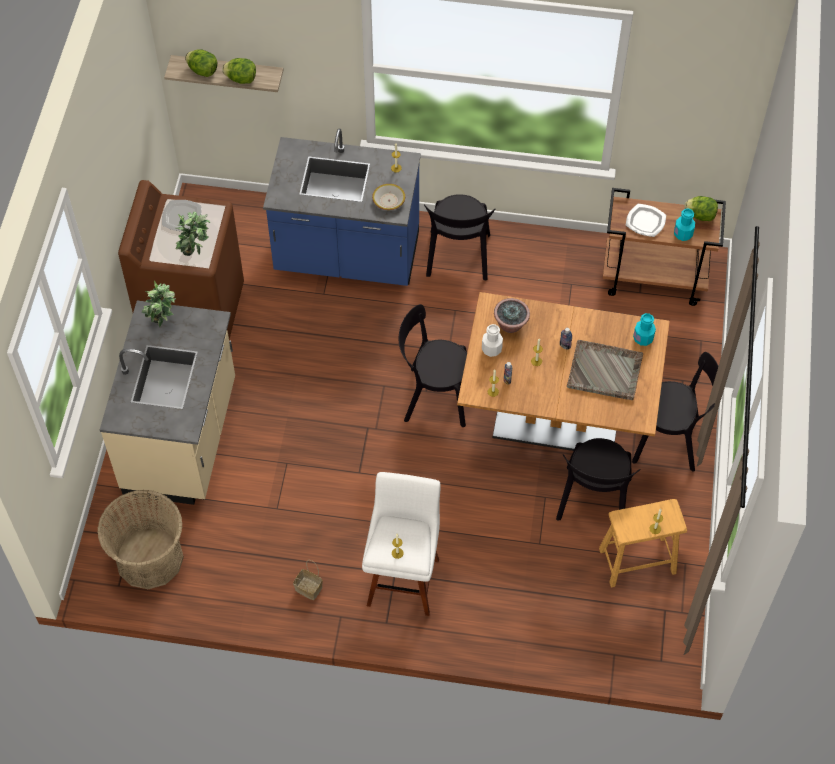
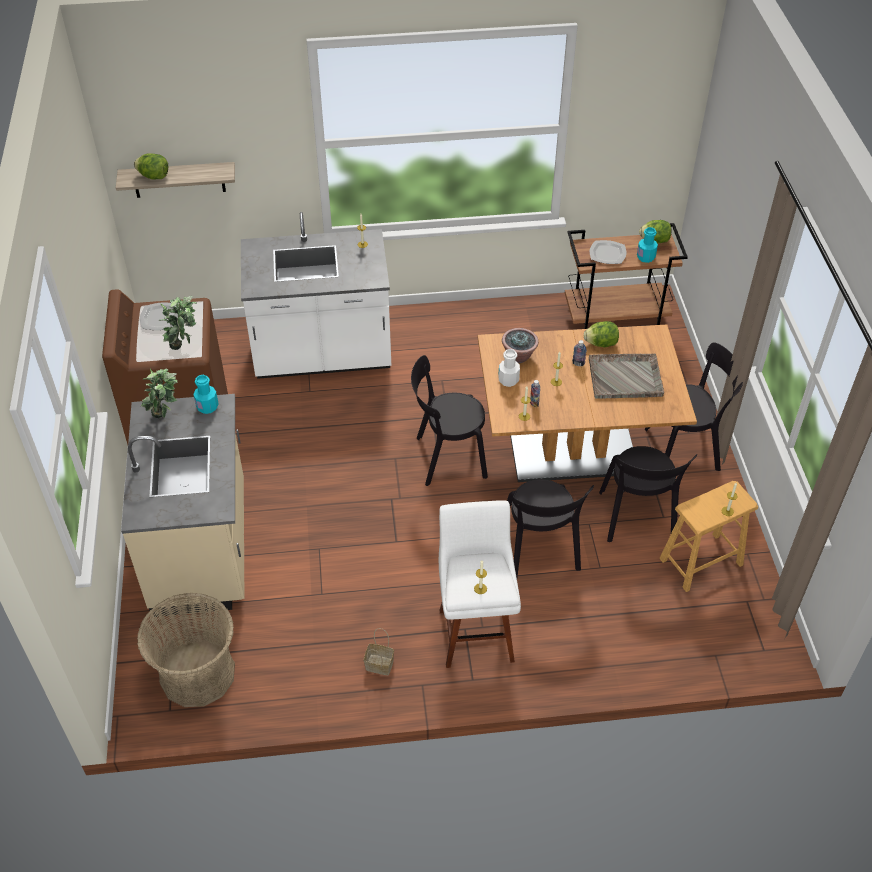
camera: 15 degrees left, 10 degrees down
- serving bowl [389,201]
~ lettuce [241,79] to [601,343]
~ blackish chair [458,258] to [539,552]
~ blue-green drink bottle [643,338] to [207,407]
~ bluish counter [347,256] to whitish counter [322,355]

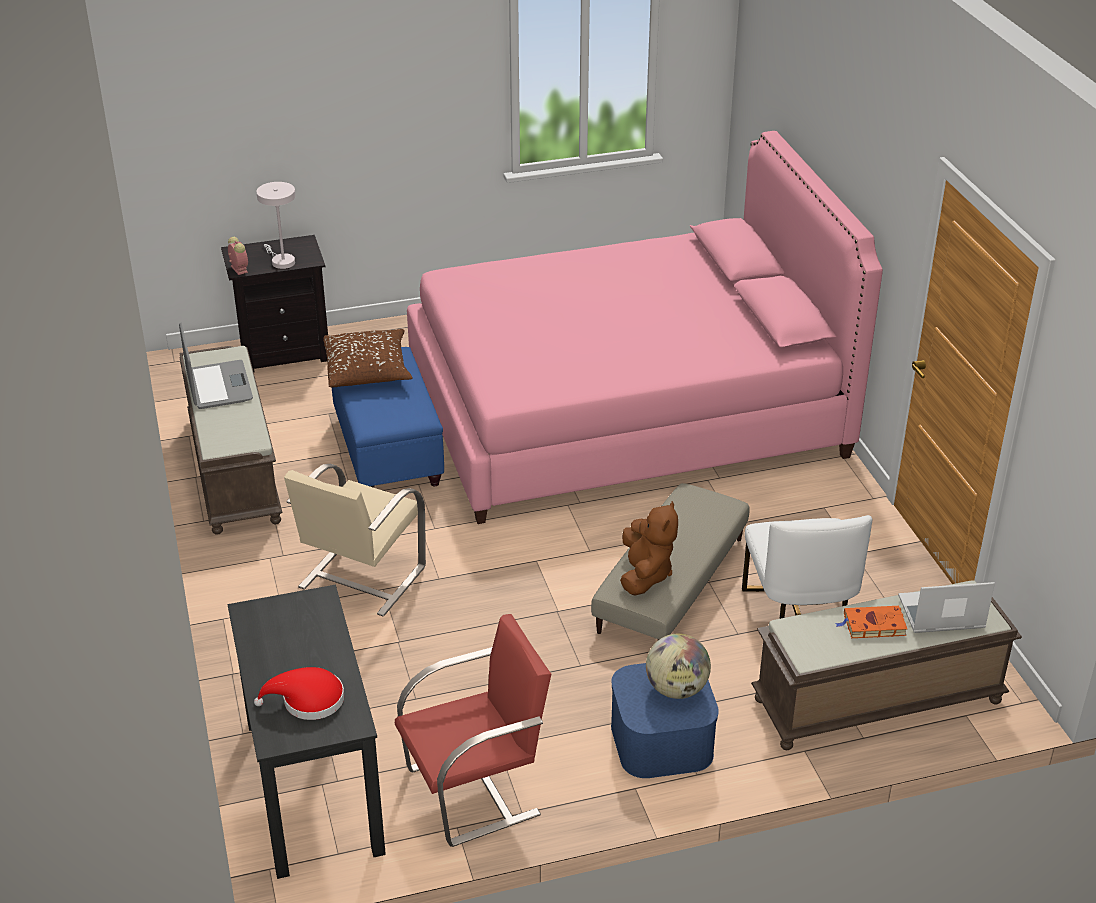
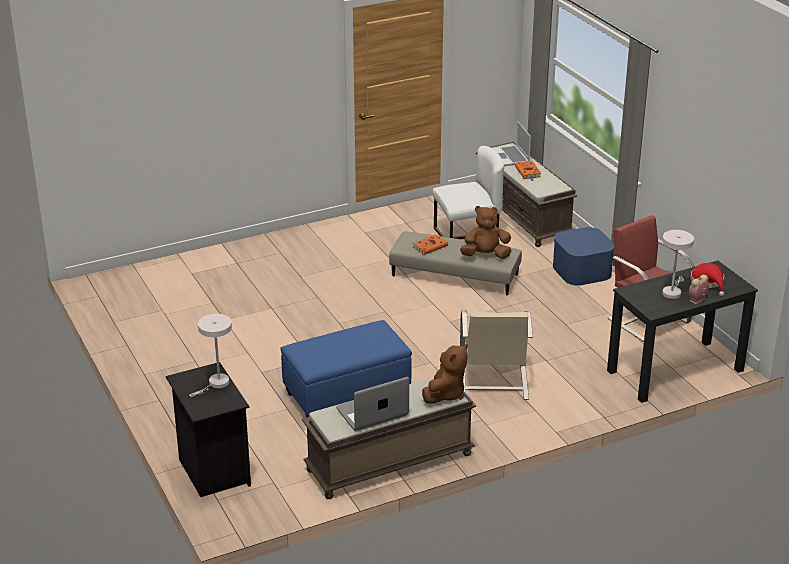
camera: 100 degrees left, 5 degrees down
- brown cushion [368,370]
- pink bedroom bed [625,412]
- world globe [676,689]
+ orangey volume [431,246]
+ brown plush toy [445,394]
+ whitish tabletop lamp [672,292]
~ table clock [238,269] to [697,300]
~ beige-coloured chair [360,578] = [493,383] 75 degrees clockwise

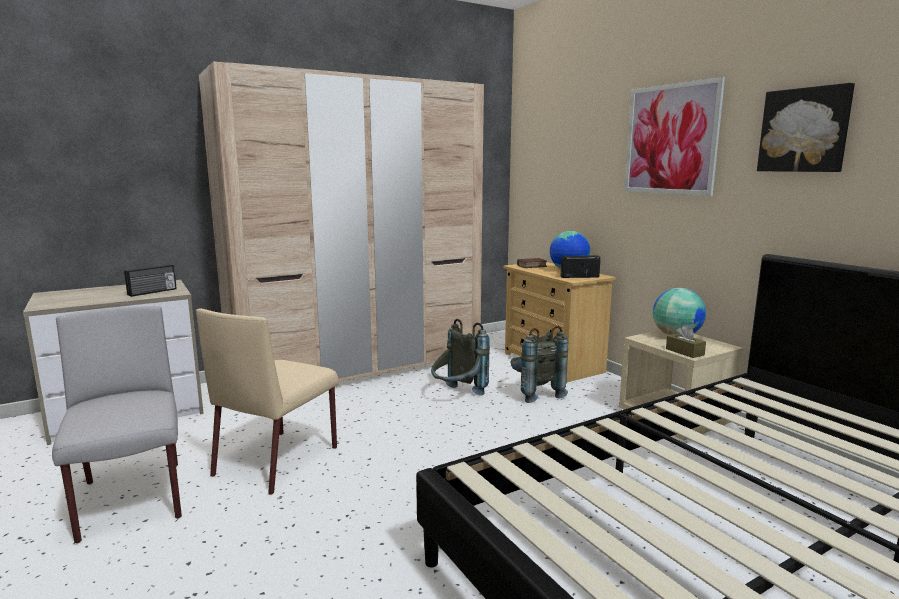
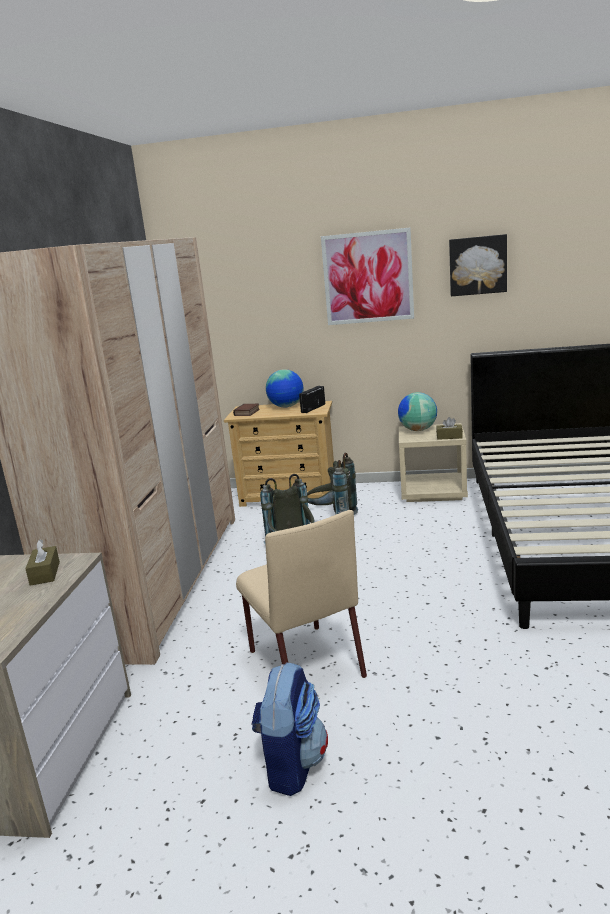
camera: 50 degrees left, 5 degrees up
~ grey chair [132,501] to backpack [291,765]
~ radio receiver [152,292] to brown box of tissues [45,573]

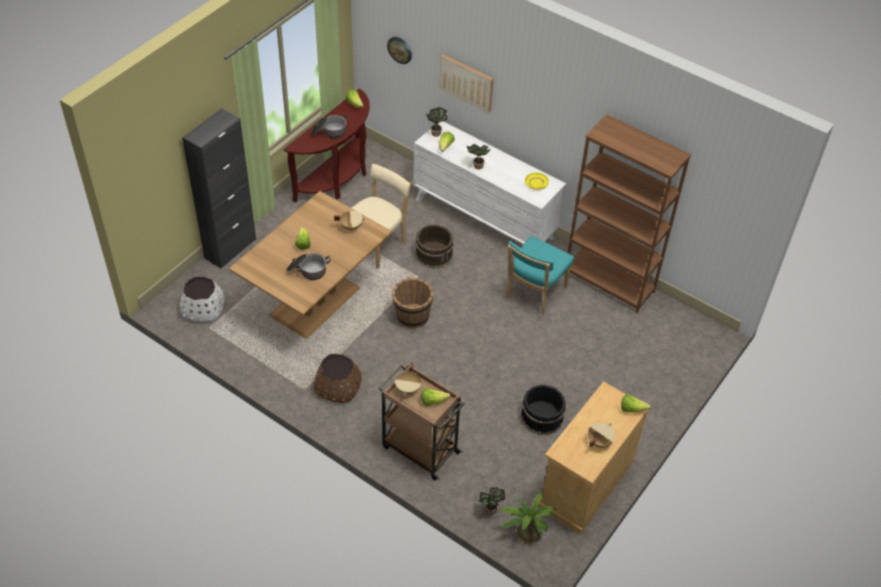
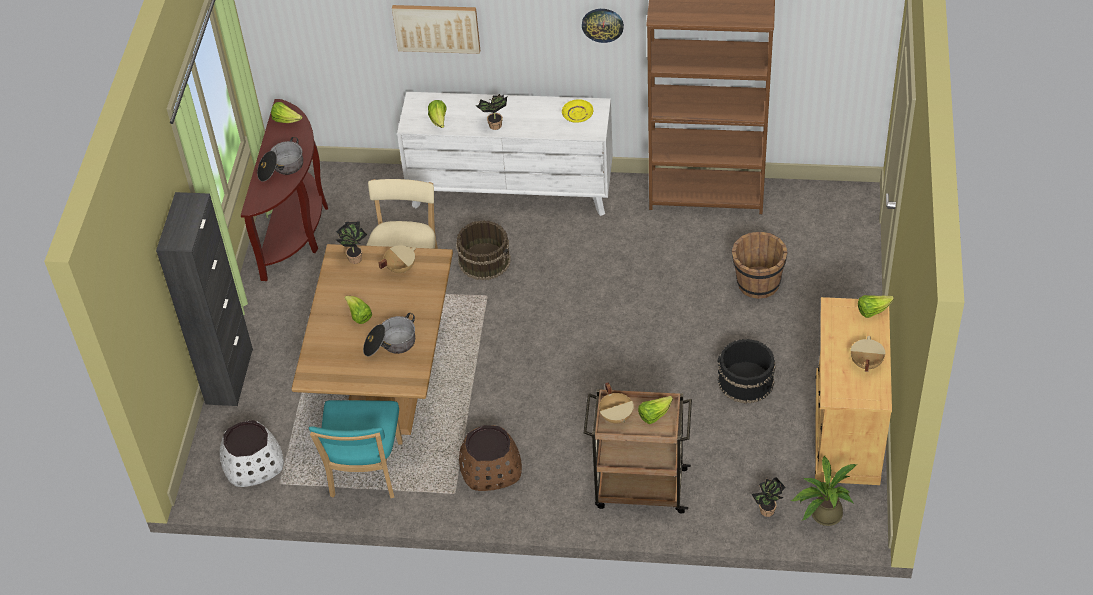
camera: 25 degrees left, 0 degrees up
~ wall clock [400,50] to [602,24]
~ brown pail [412,316] to [757,283]
~ potted plant [436,132] to [354,257]
~ blue-green chair [534,294] to [365,473]

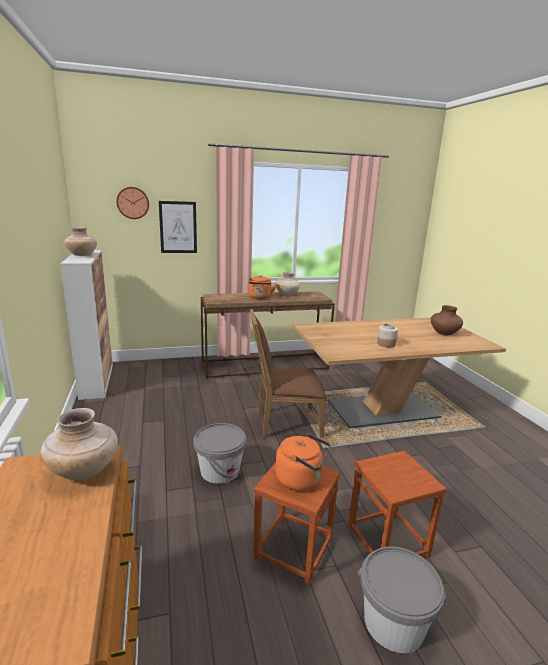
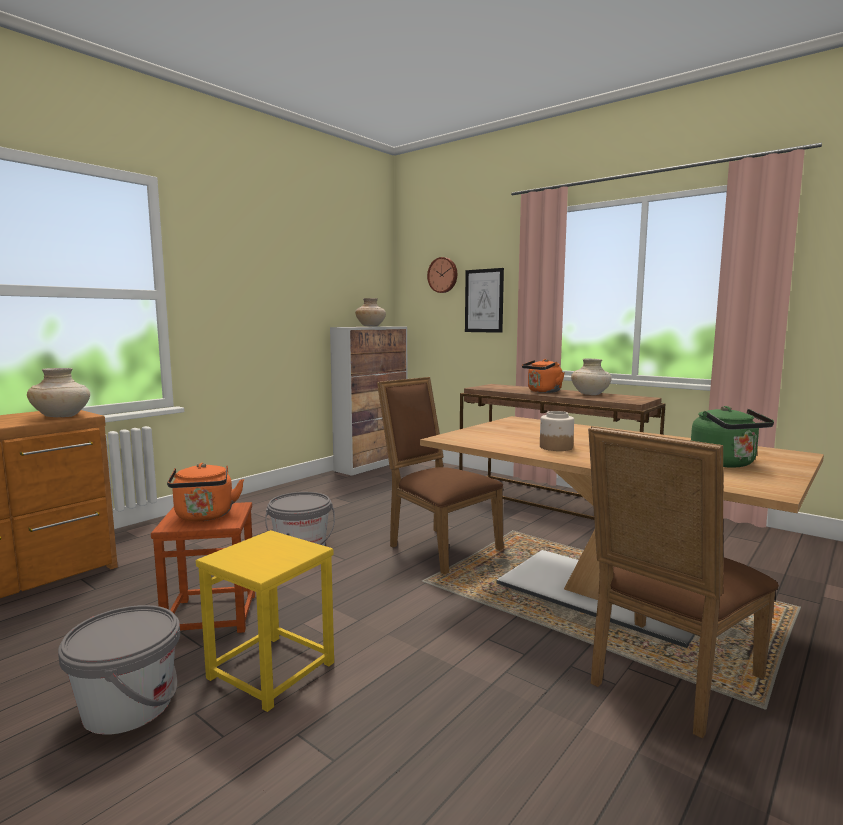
camera: 55 degrees right, 10 degrees down
+ brown chair [667,682]
~ brown vase [444,333] to green-coloured tea kettle [726,464]
~ brown sitting stool [388,541] to yellow-coloured sitting stool [272,671]

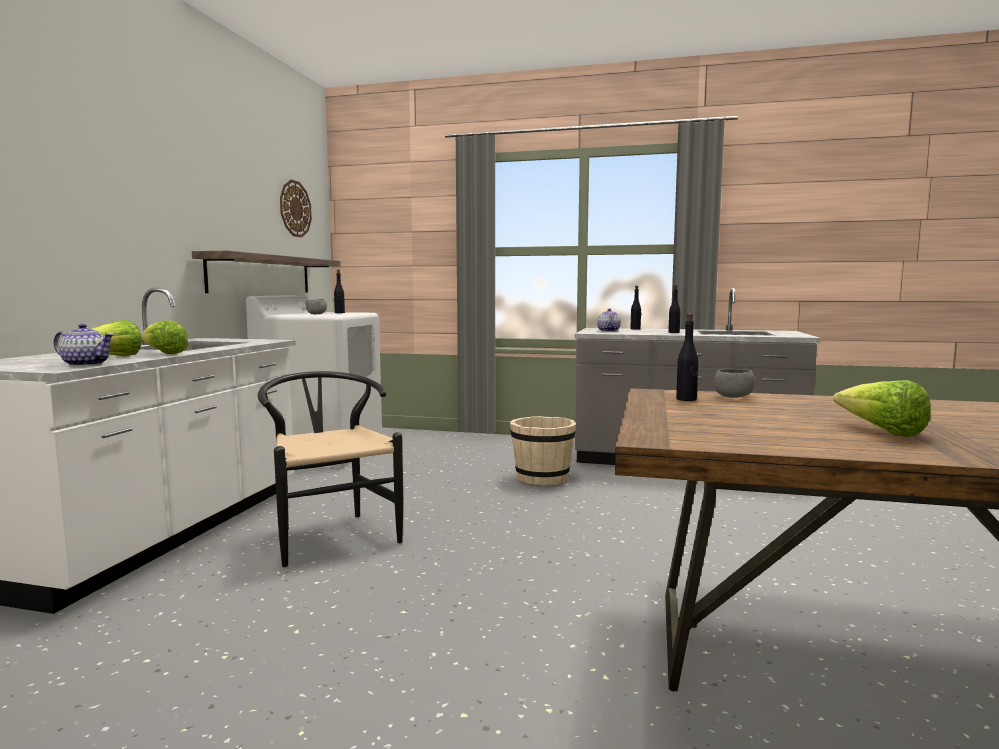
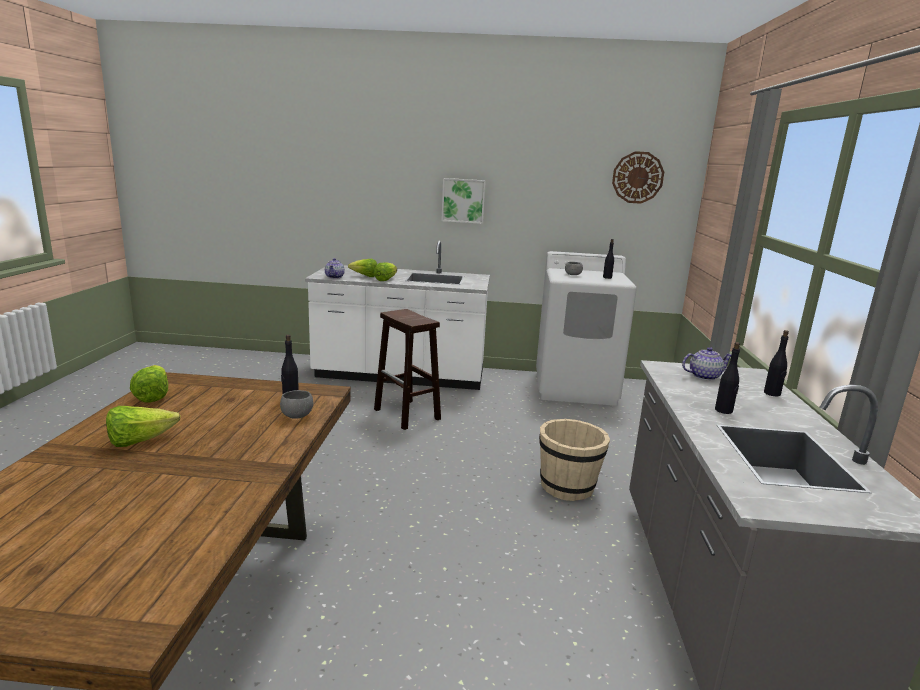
camera: 80 degrees right, 10 degrees up
- wall shelf [261,274]
+ lettuce [153,396]
+ picture [463,200]
~ blackish chair [330,534] to brown sitting stool [408,414]

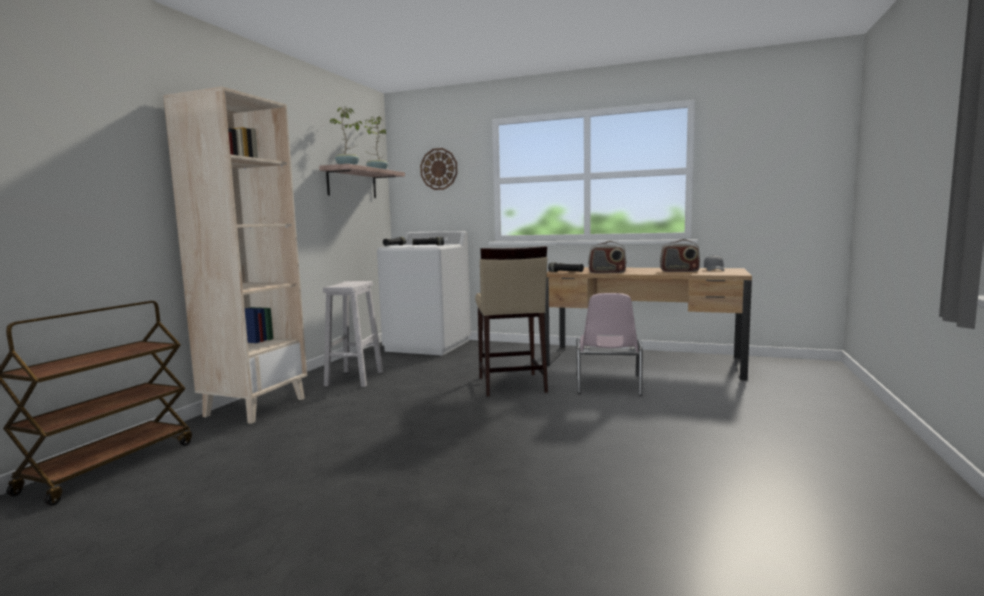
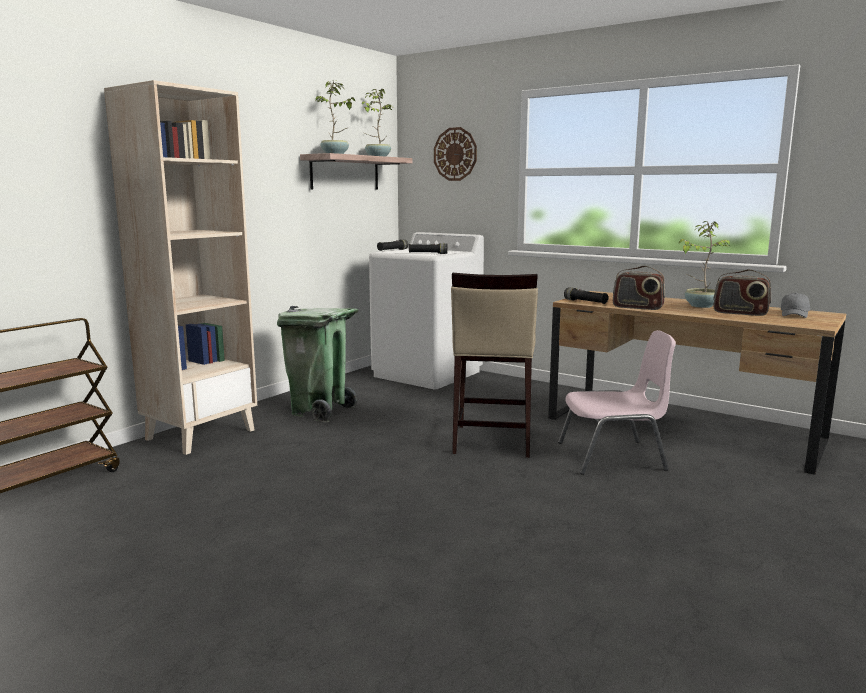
camera: 15 degrees right, 5 degrees up
+ potted plant [700,306]
~ whitish sitting stool [354,379] to green-coloured waste bin [319,411]
~ pink chair [608,385] = [613,457] 120 degrees counterclockwise

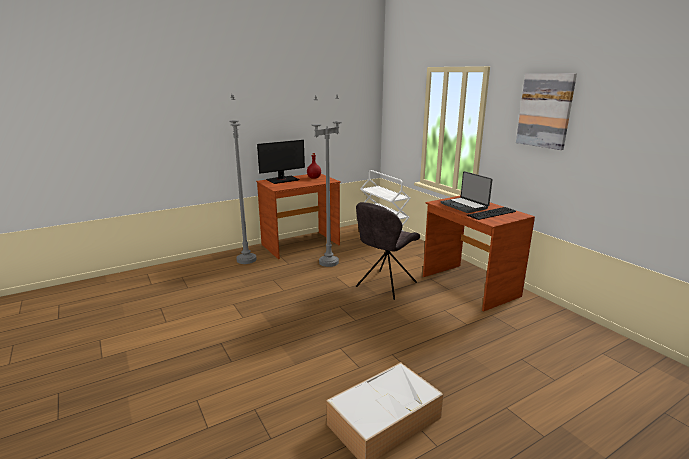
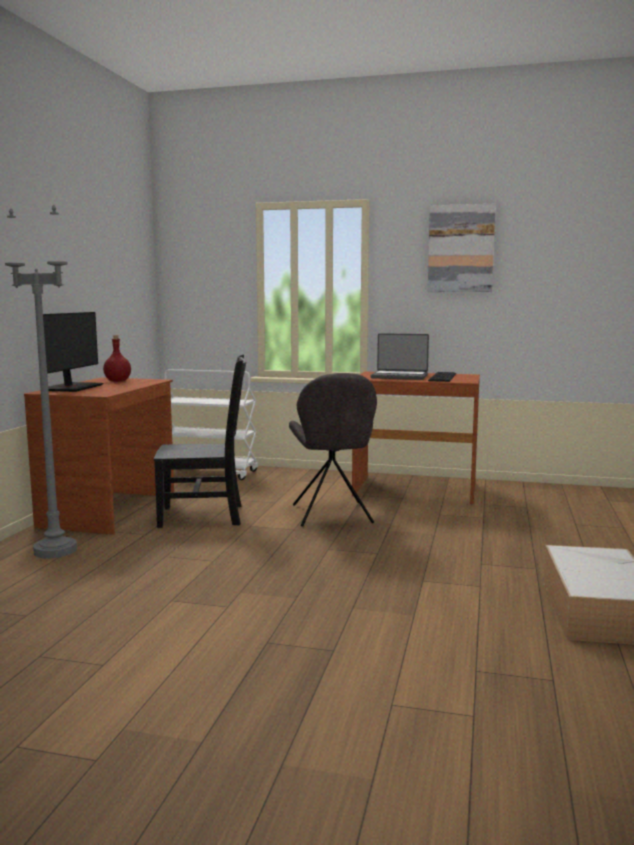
camera: 45 degrees left, 10 degrees down
~ grey standard lamp [328,262] to blackish chair [204,516]

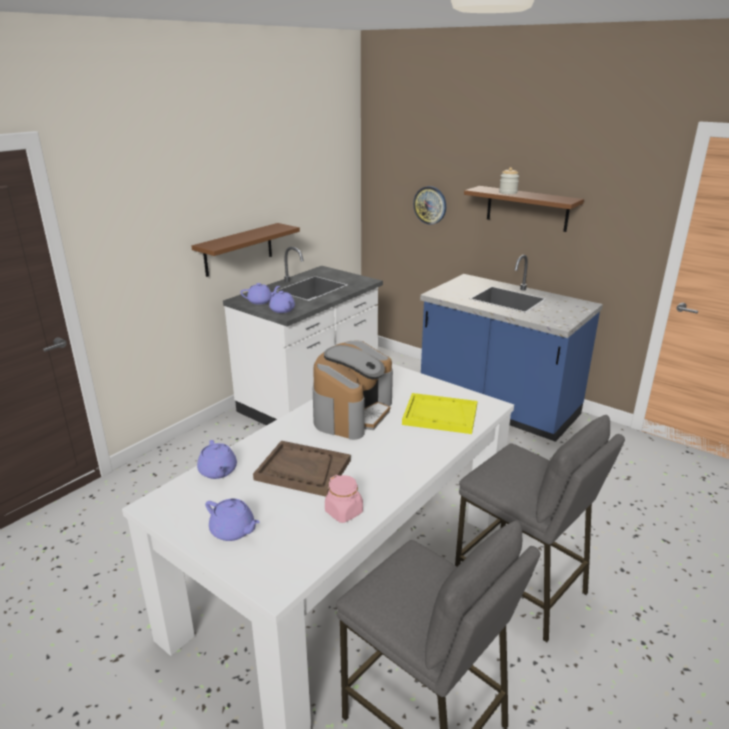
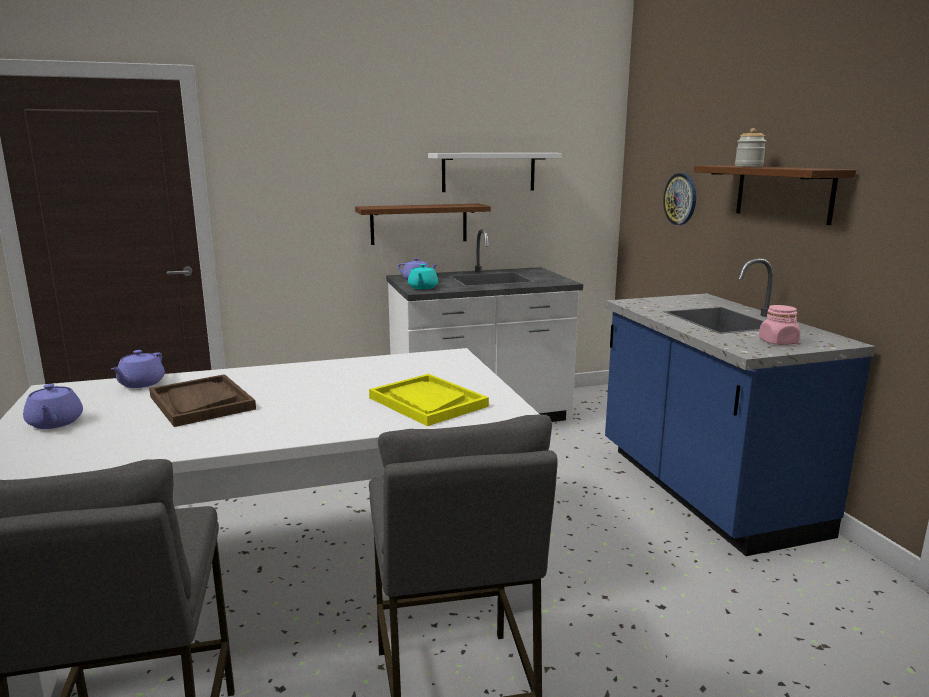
camera: 35 degrees right, 10 degrees down
- coffee maker [352,413]
+ whitish wall shelf [488,172]
~ pink jar [344,512] to [778,342]
~ purple-coloured tea pot [282,310] to blue-green tea pot [422,287]

